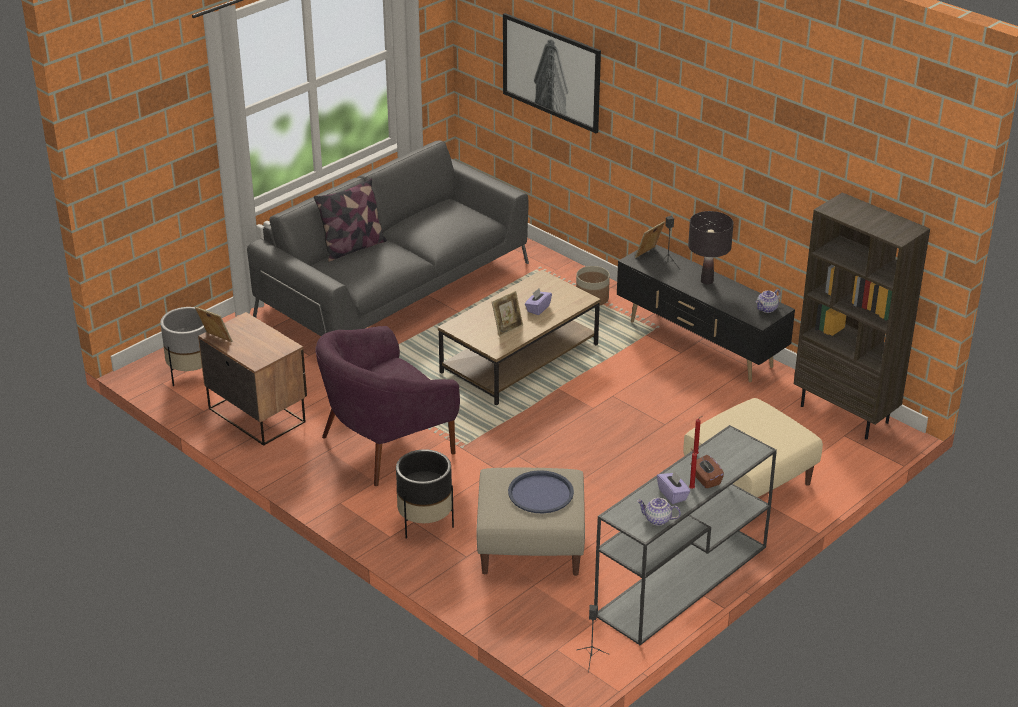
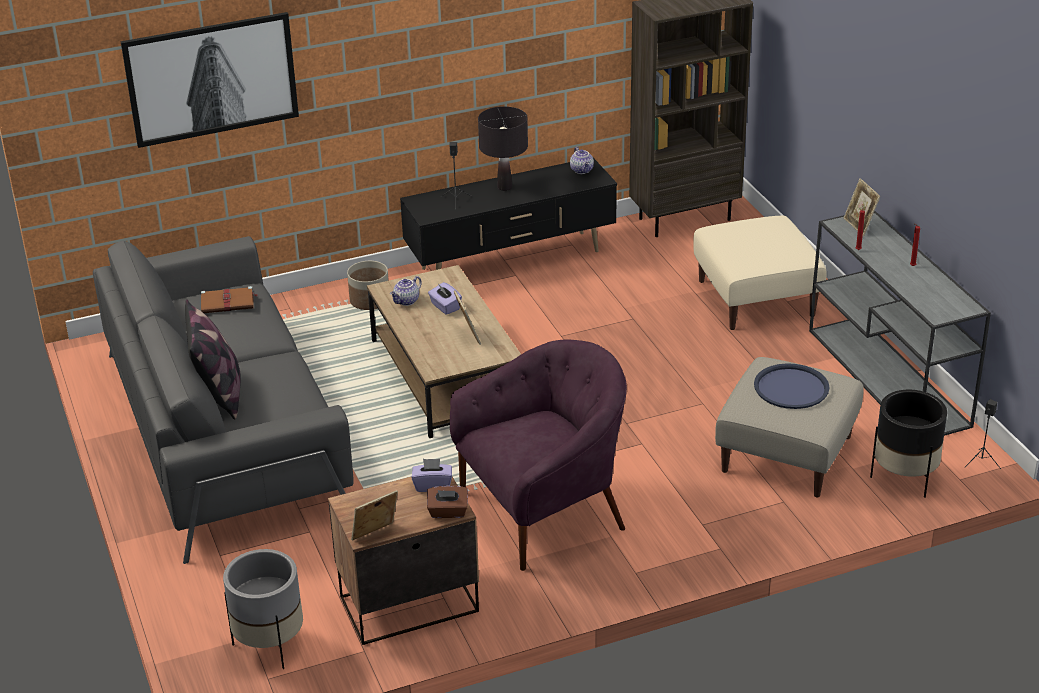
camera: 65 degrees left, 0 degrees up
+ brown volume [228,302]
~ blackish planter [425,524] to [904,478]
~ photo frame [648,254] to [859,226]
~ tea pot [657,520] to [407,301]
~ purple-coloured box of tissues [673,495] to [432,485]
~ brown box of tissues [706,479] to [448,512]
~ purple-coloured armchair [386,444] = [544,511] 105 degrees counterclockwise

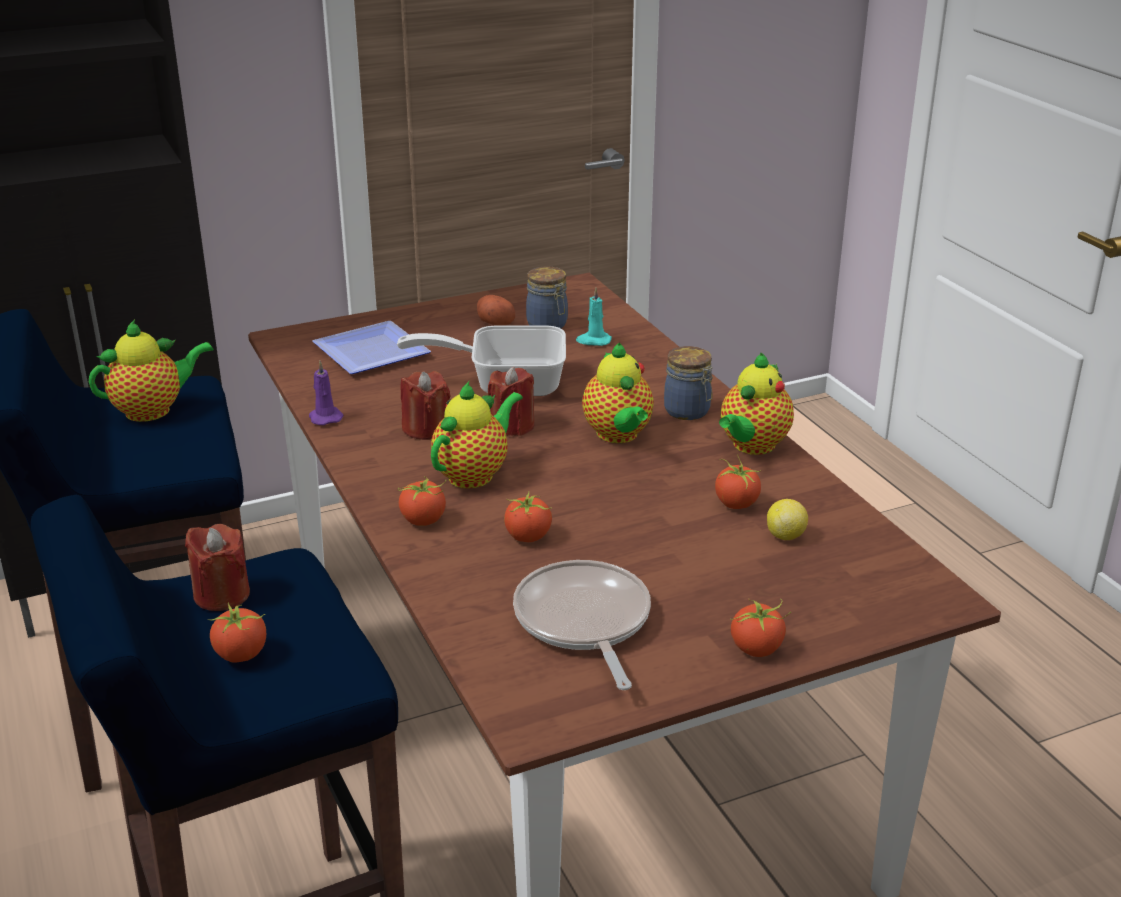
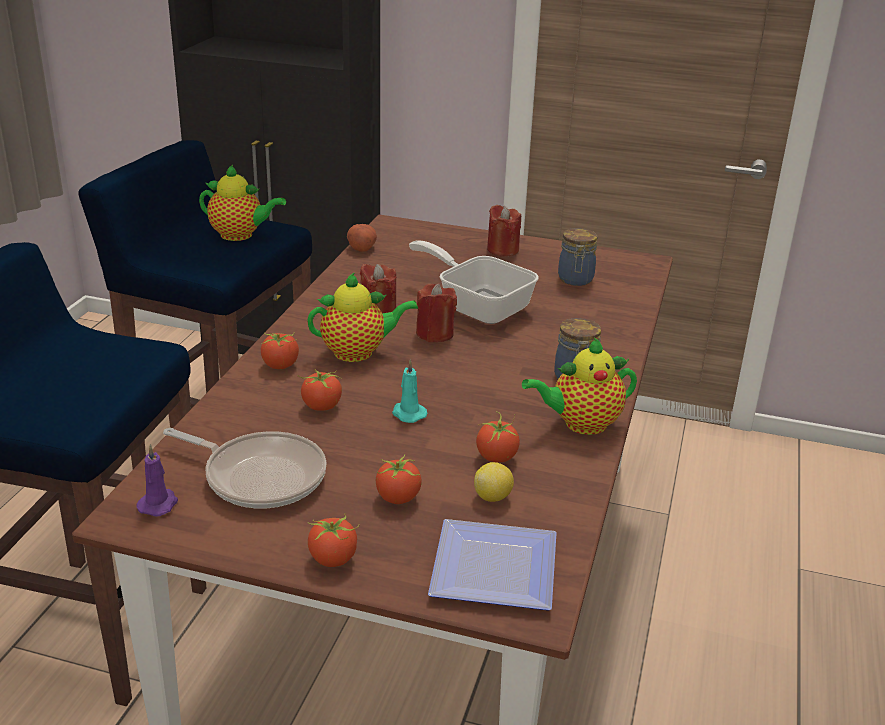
camera: 40 degrees right, 0 degrees up
- tea pot [618,435]
~ reddish wax candle [221,595] to [502,250]
~ fresh tomato [241,654] to [398,498]
~ purple-coloured wax candle [325,417] to [159,504]
~ flat dish [370,354] to [489,571]
~ whole potato [494,322] to [361,247]
~ blue-green wax candle [593,341] to [408,413]
~ skillet [583,622] = [259,476] 90 degrees clockwise

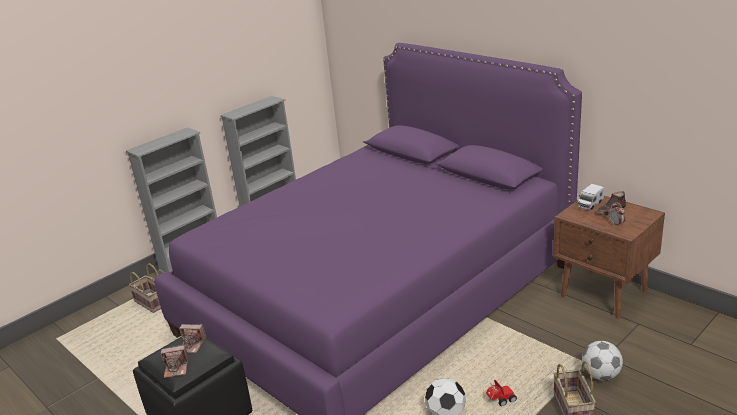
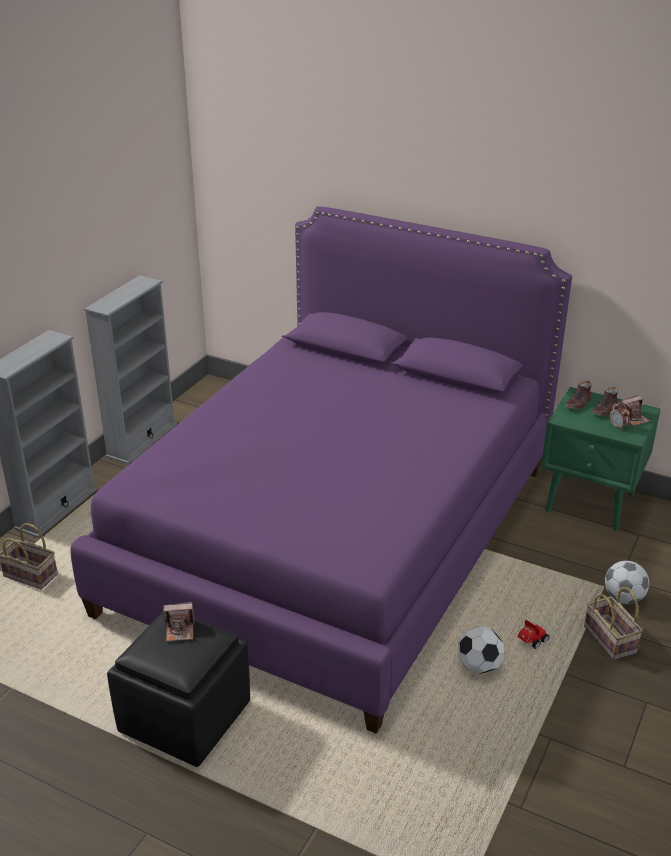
camera: 20 degrees left, 5 degrees up
~ photo camera [176,368] to [633,418]
~ toy truck [590,204] to brown item of footwear [578,403]
~ brown night table [604,294] to green-coloured night table [591,503]

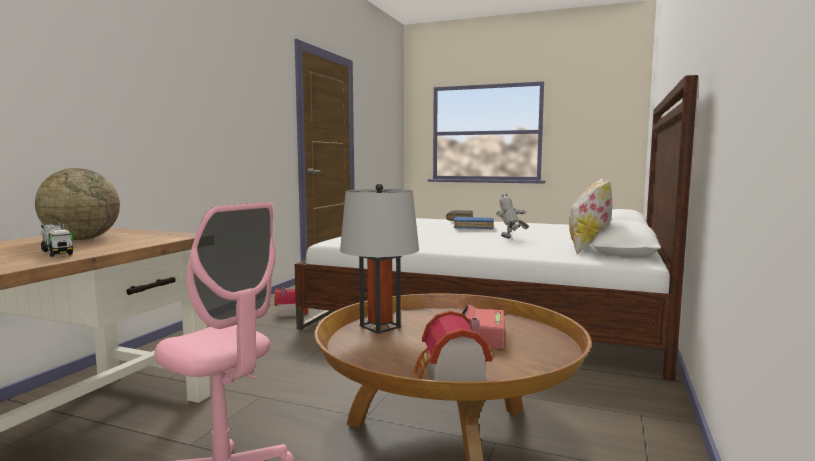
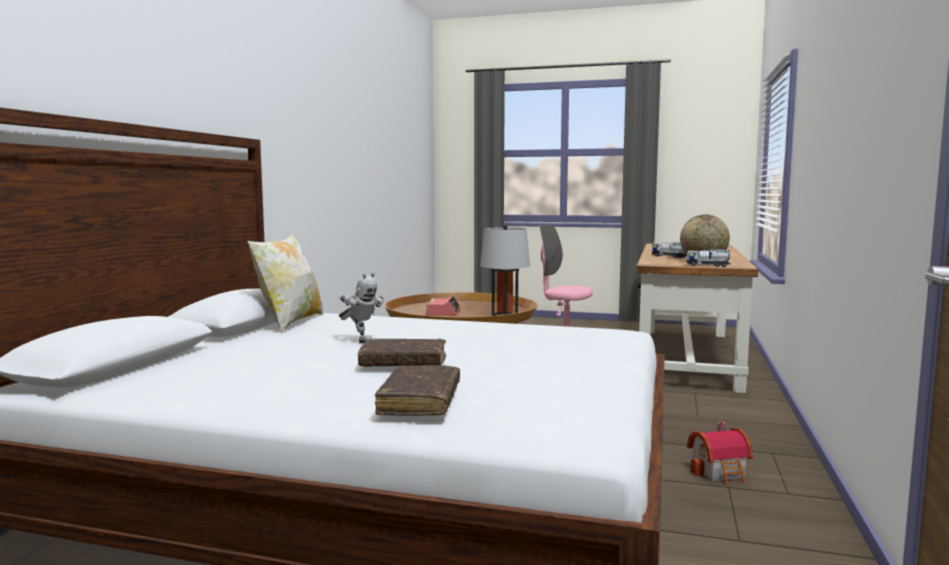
camera: 175 degrees right, 0 degrees up
- miniature house [450,377]
+ toy truck [707,266]
~ bluish volume [473,227] to brown volume [403,363]

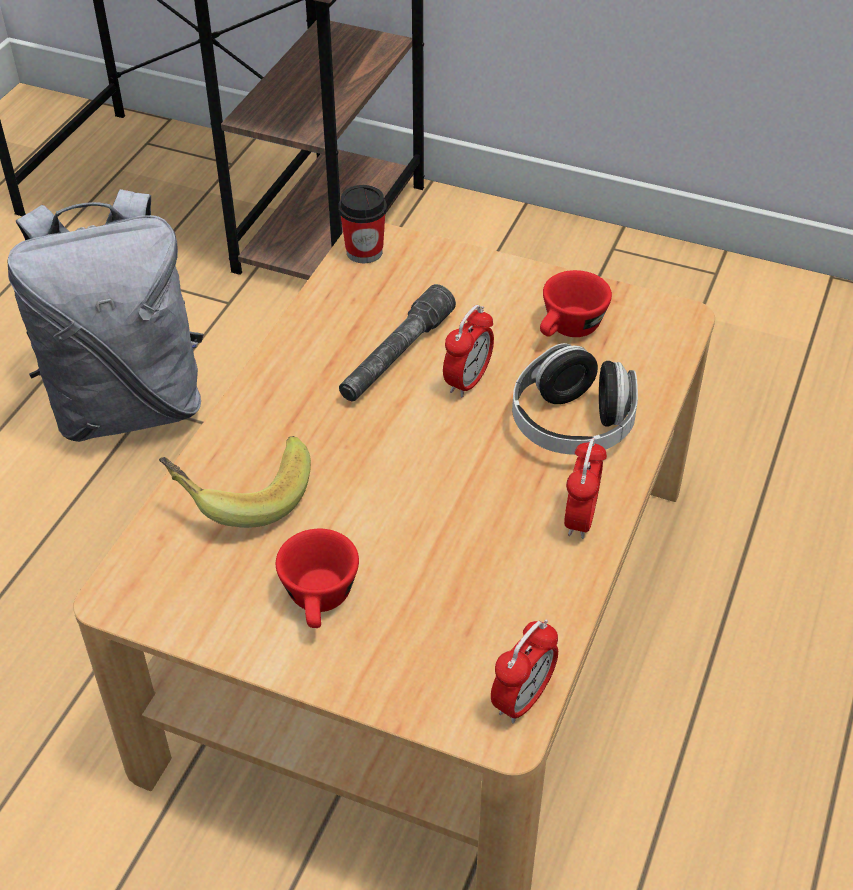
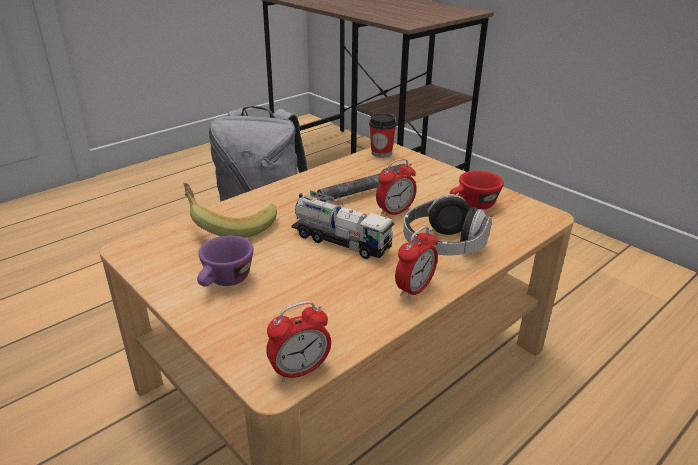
camera: 25 degrees right, 15 degrees down
+ toy truck [341,242]
~ reddish drinking cup [320,602] to purple-coloured drinking cup [225,282]

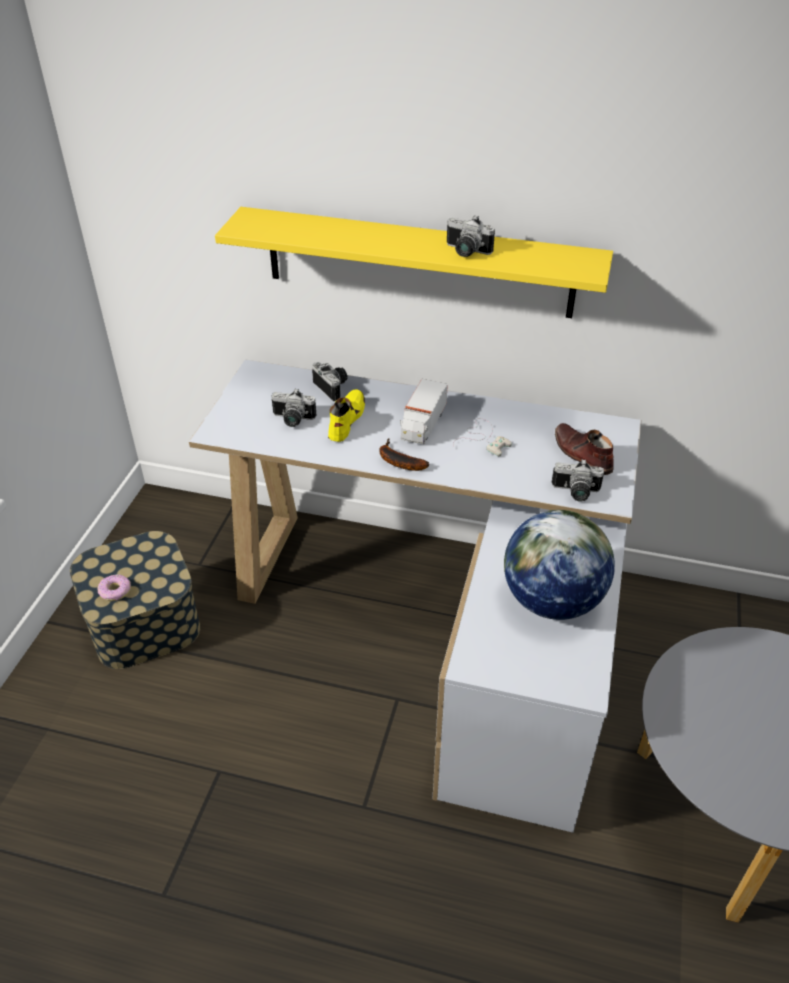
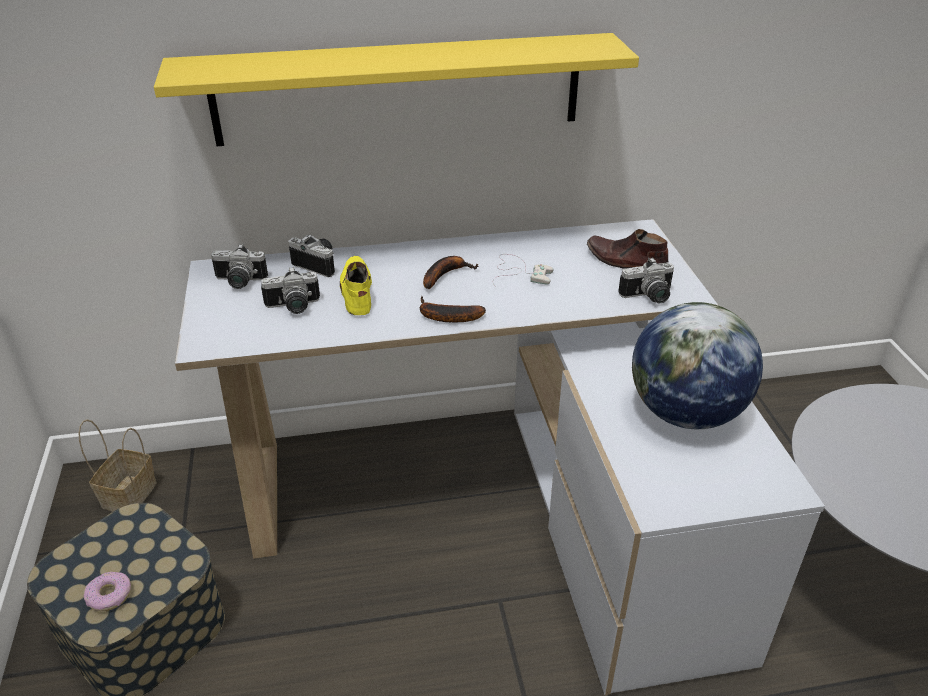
camera: 25 degrees left, 5 degrees down
+ basket [129,493]
~ photo camera [465,252] to [239,282]
~ toy truck [422,424] to banana [445,275]

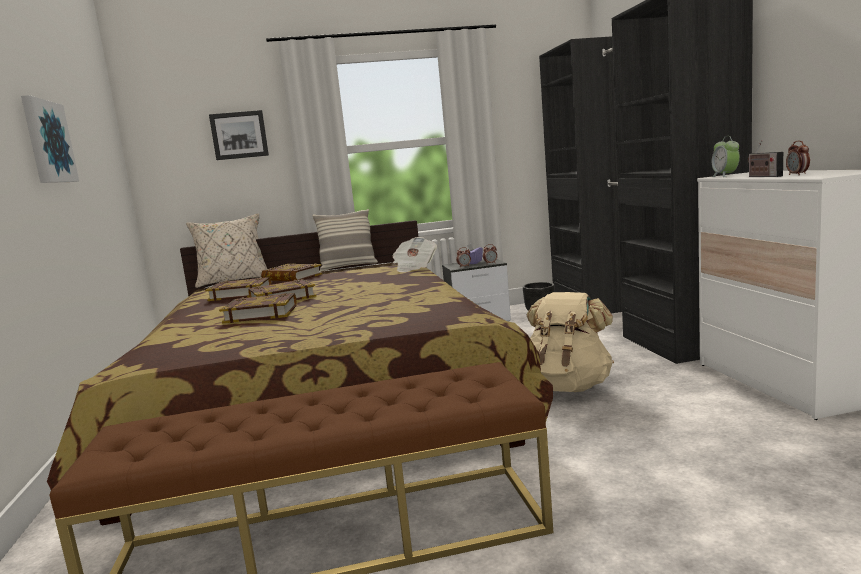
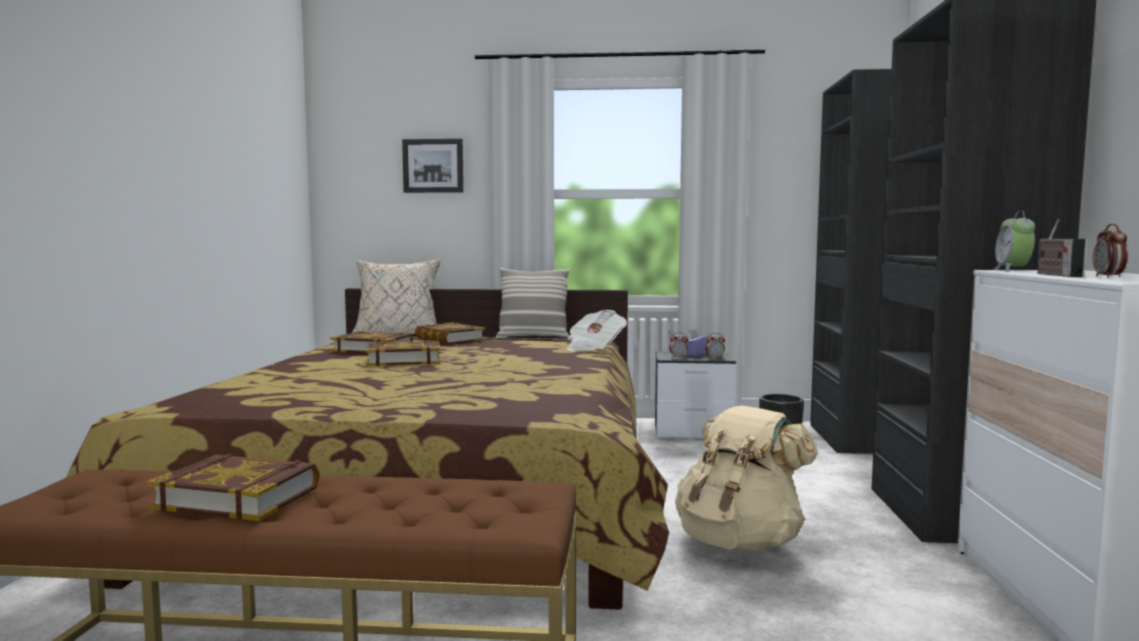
camera: 15 degrees right, 5 degrees down
- picture [48,142]
~ volume [261,314] to [238,497]

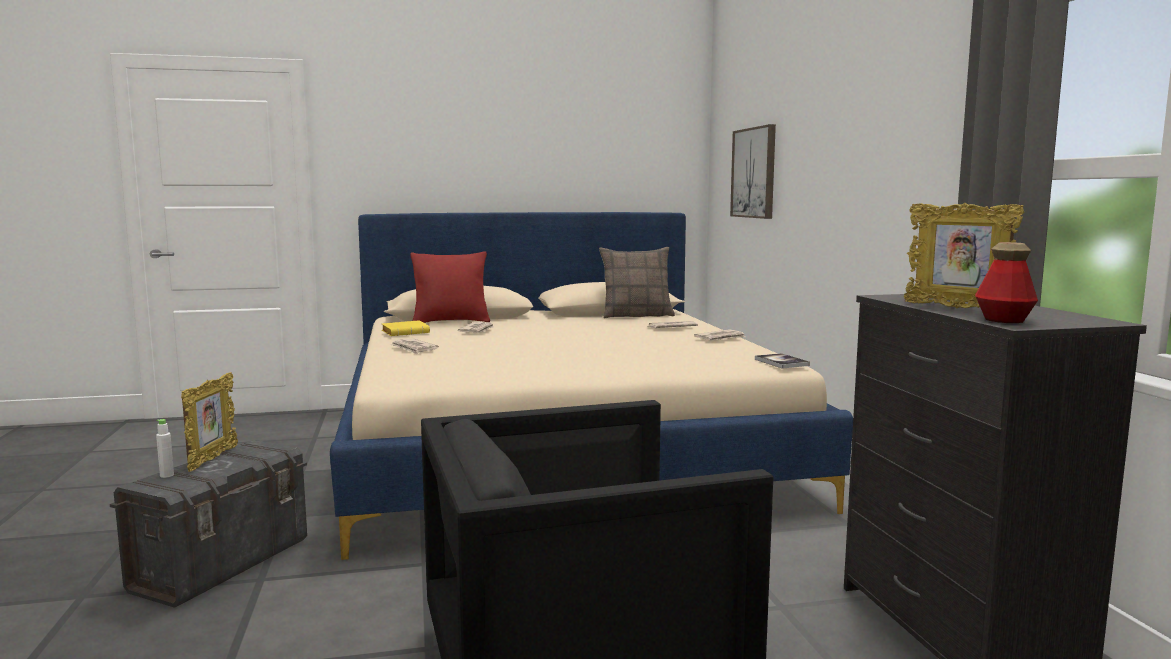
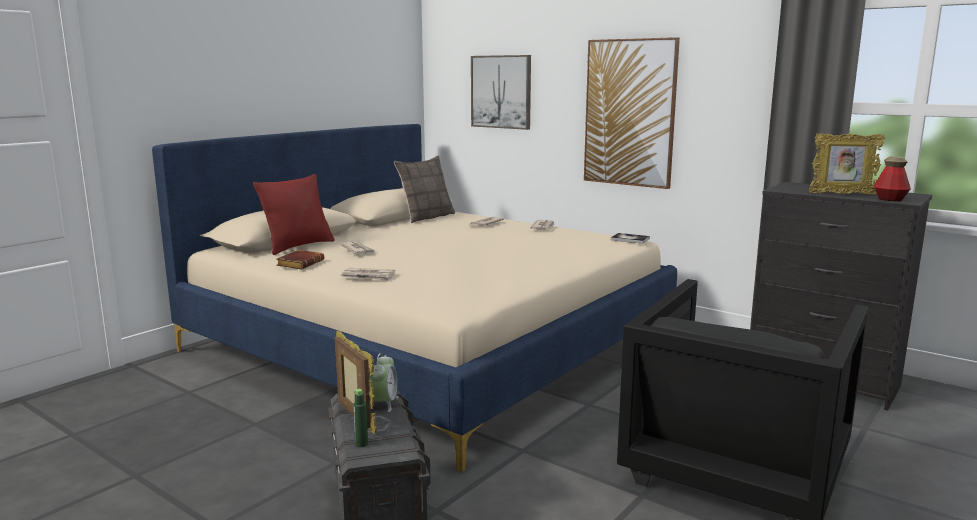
camera: 40 degrees left, 5 degrees up
+ table clock [384,403]
+ picture [630,113]
~ whitish drink bottle [167,475] to green-coloured drink bottle [361,444]
~ yellow-coloured volume [406,333] to brown volume [300,263]

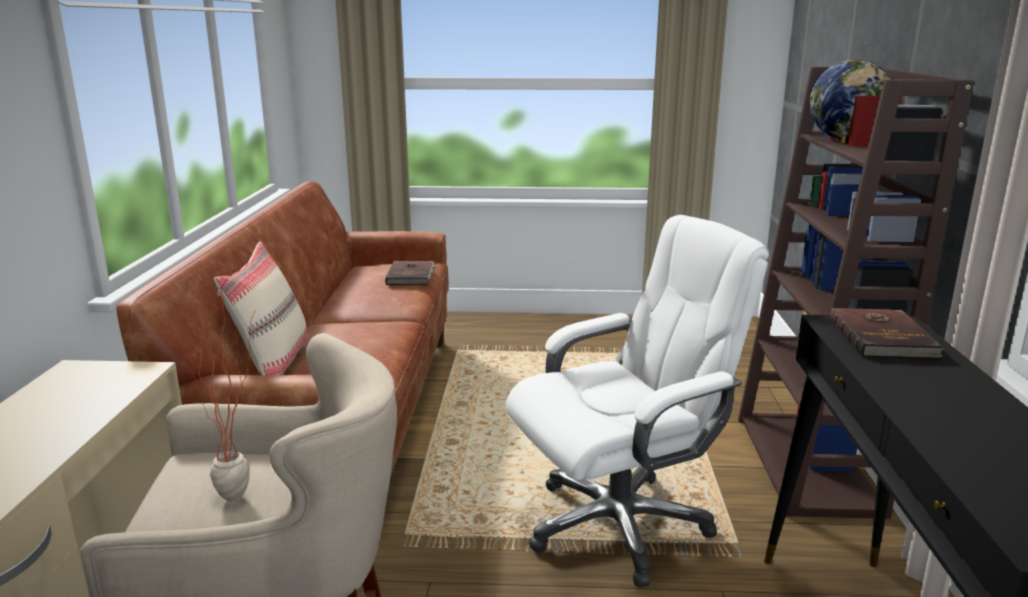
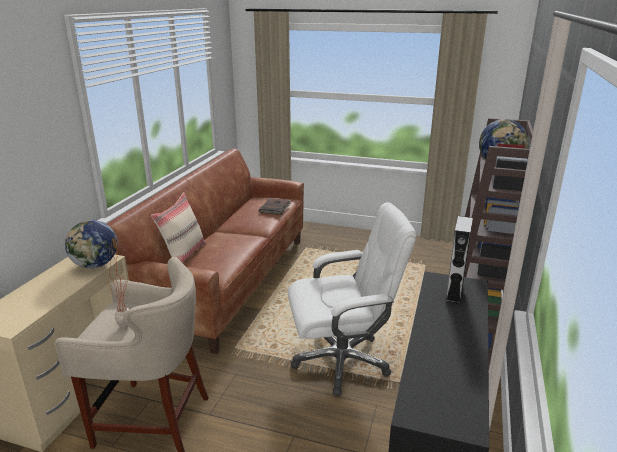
camera: 15 degrees right, 5 degrees up
+ world globe [96,265]
~ brown volume [883,337] to grey loudspeaker [454,292]

